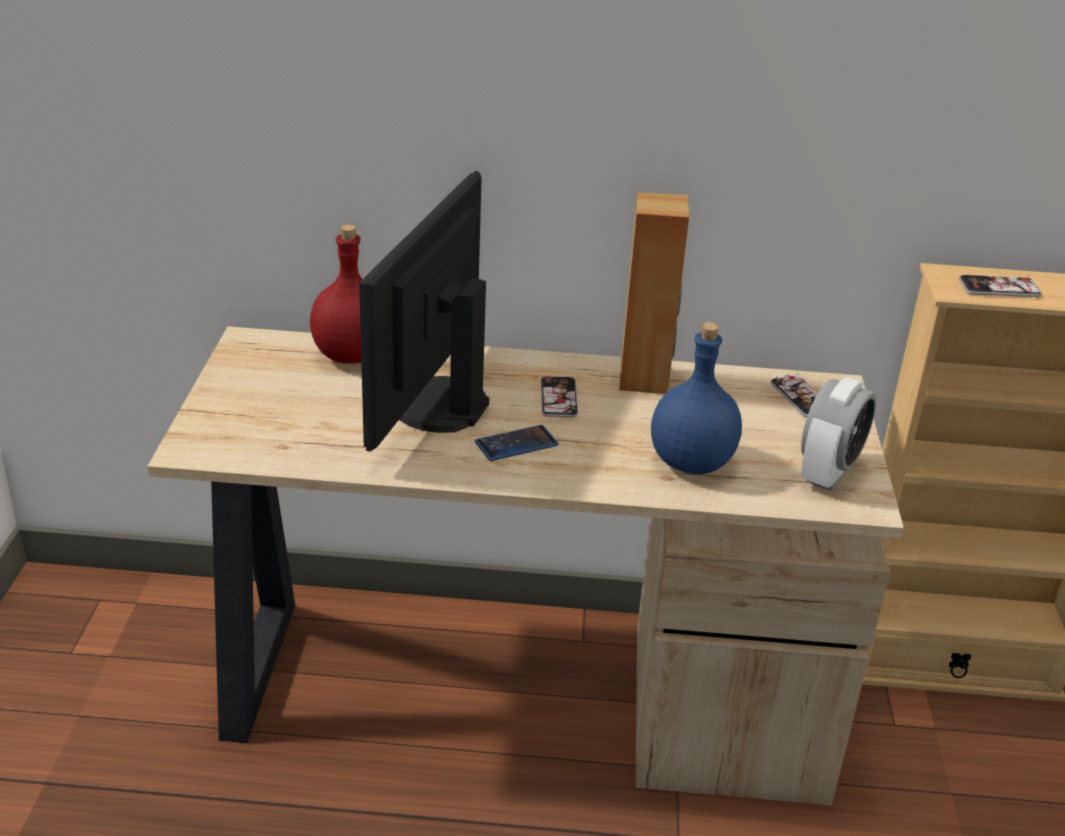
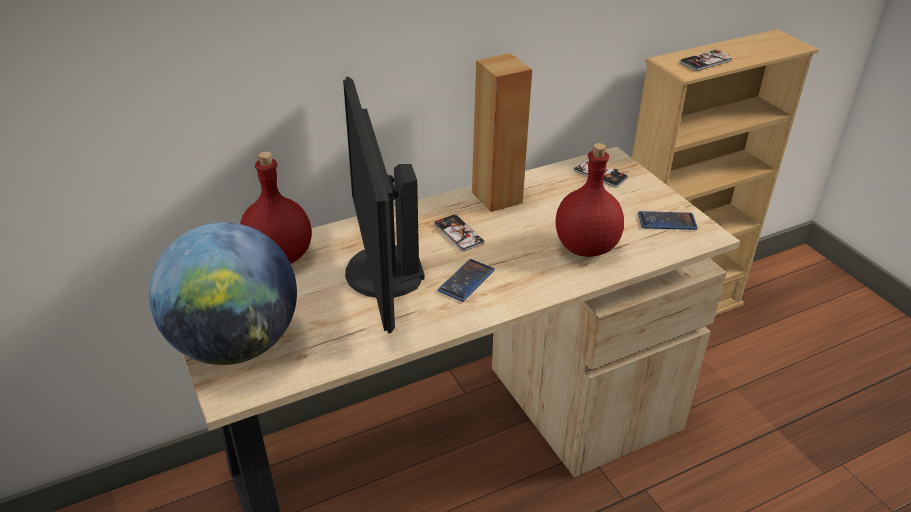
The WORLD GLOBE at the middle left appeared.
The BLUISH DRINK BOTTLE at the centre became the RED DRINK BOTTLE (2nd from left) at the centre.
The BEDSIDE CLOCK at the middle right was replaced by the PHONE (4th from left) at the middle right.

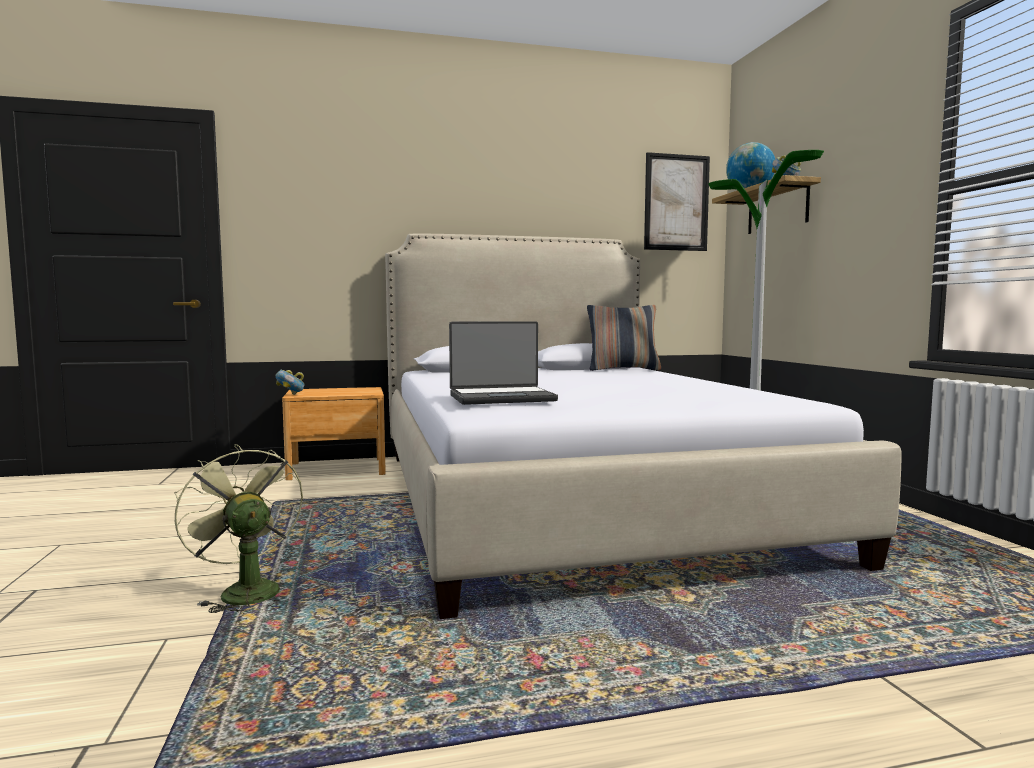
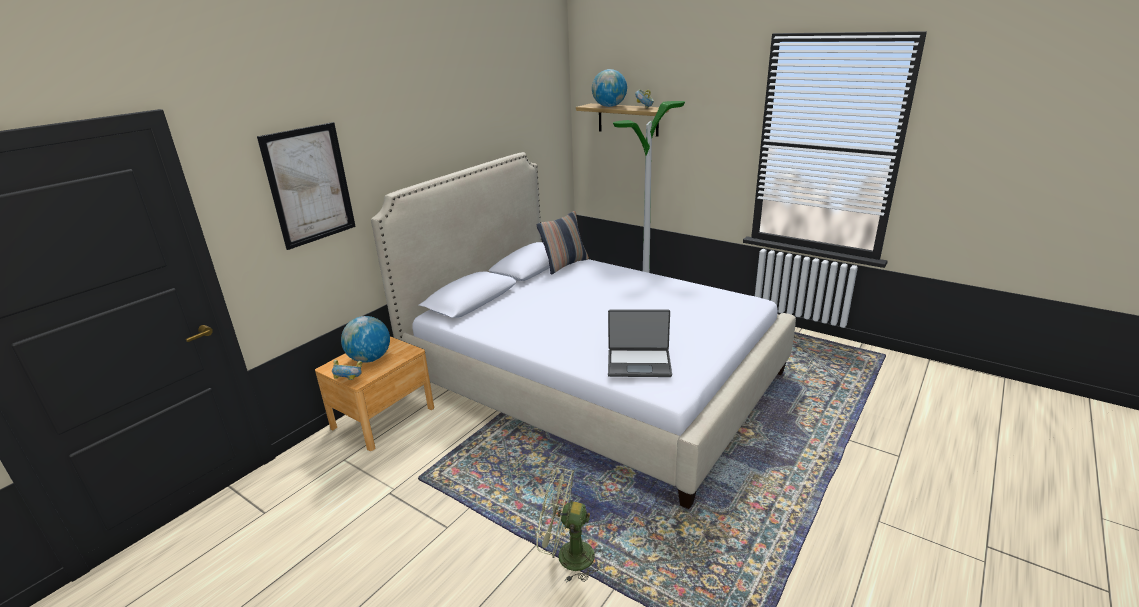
The PICTURE moved from the top centre to the top left.
The WORLD GLOBE (1st from left) at the middle left appeared.
The PORTABLE COMPUTER at the centre turned 60 degrees clockwise.

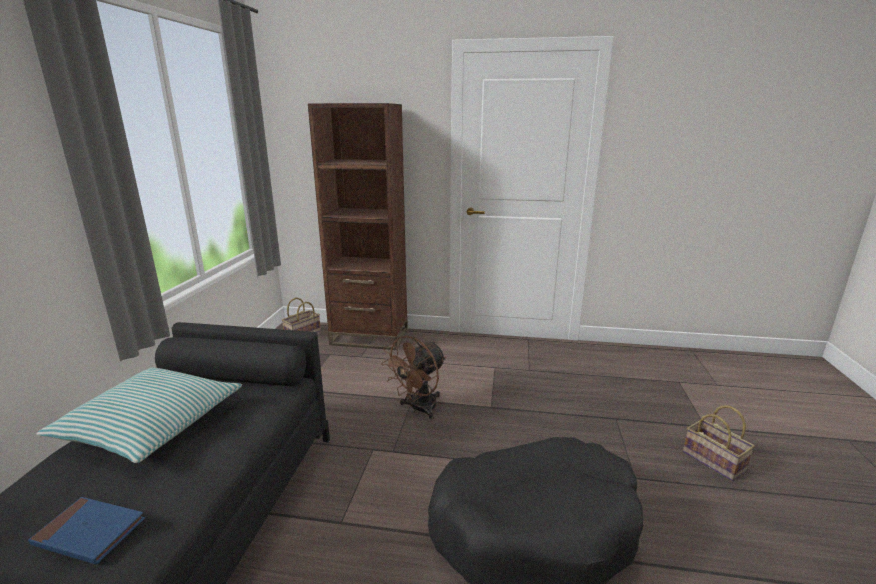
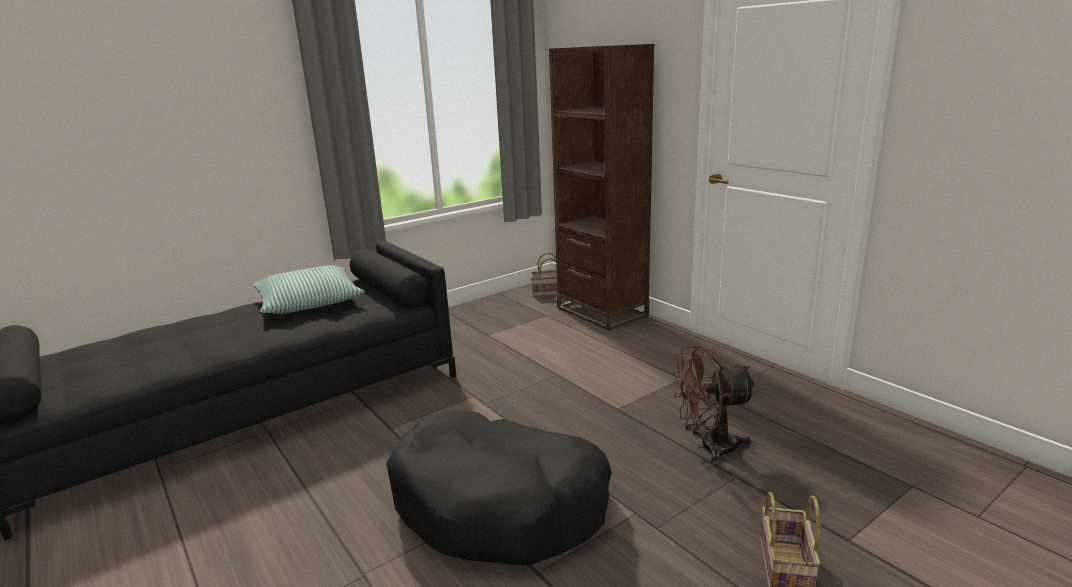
The BROWN-COLOURED COOLING FAN moved from the centre to the bottom centre.
The BLUISH BOUND BOOK at the bottom left disappeared.

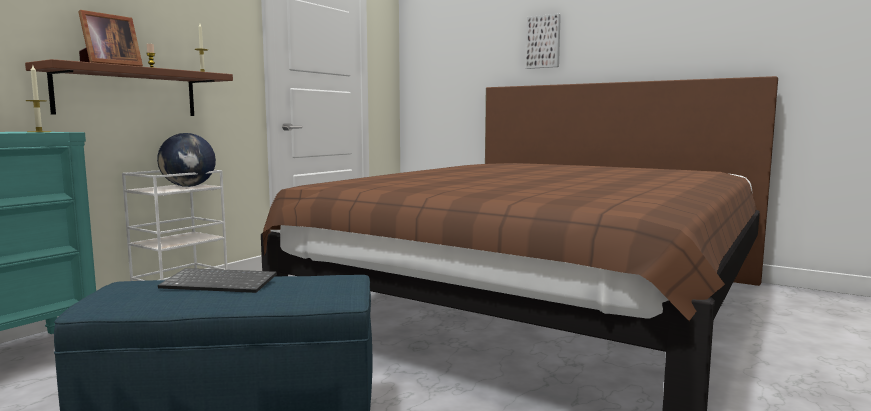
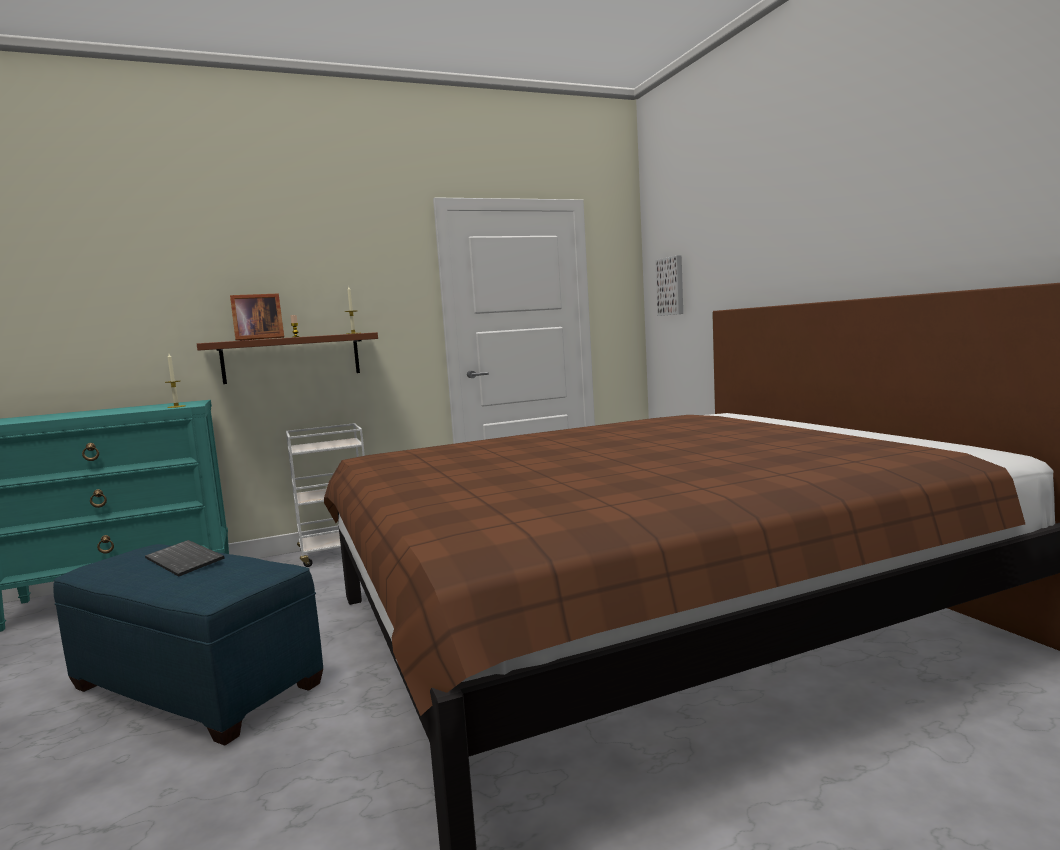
The PICTURE moved from the top centre to the centre.
The WORLD GLOBE at the middle left disappeared.

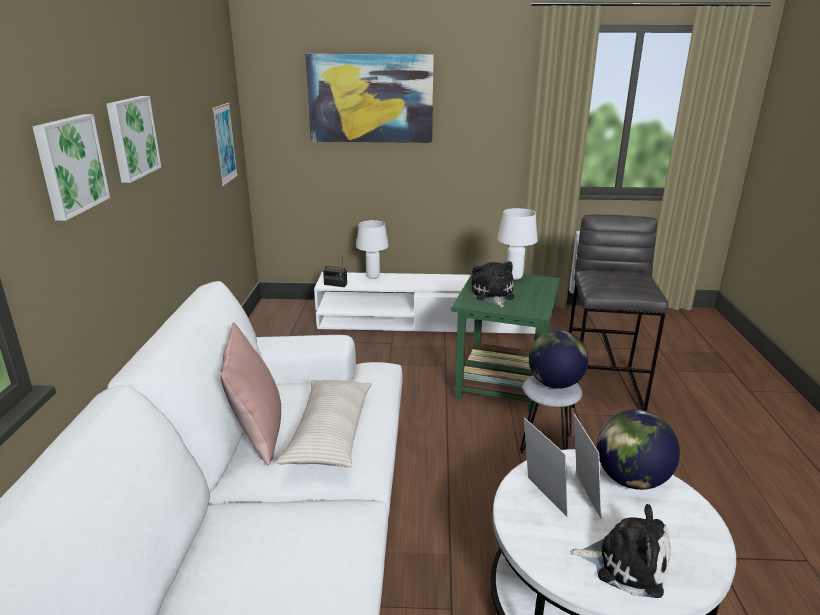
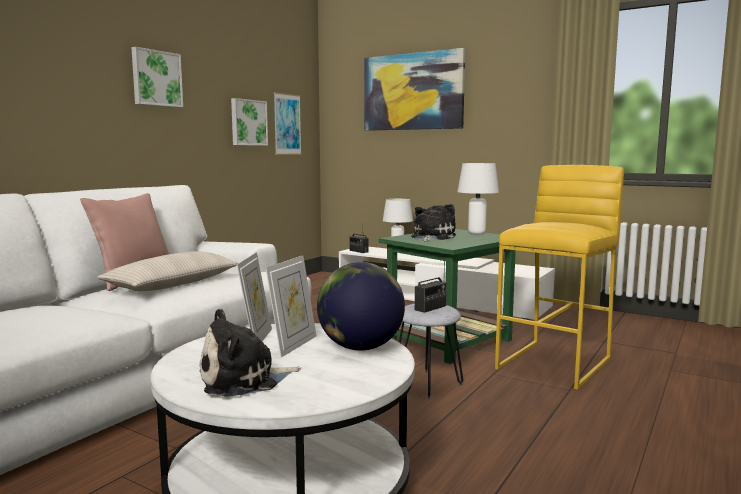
The CUDDLY TOY (2nd from left in the first image) at the bottom right turned 105 degrees clockwise.
The PICTURE (1st from left in the first image) moved from the top left to the top centre.
The WORLD GLOBE (1st from left) at the middle right was replaced by the RADIO SET (2nd from left) at the centre.
The GRAY STOOL (2nd from left) at the middle right became the YELLOW STOOL at the middle right.

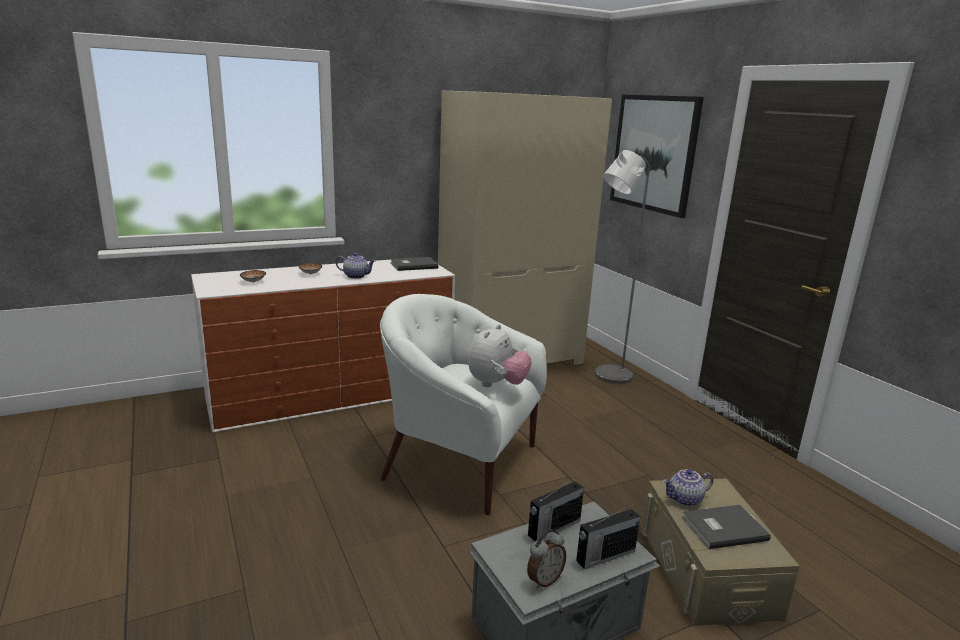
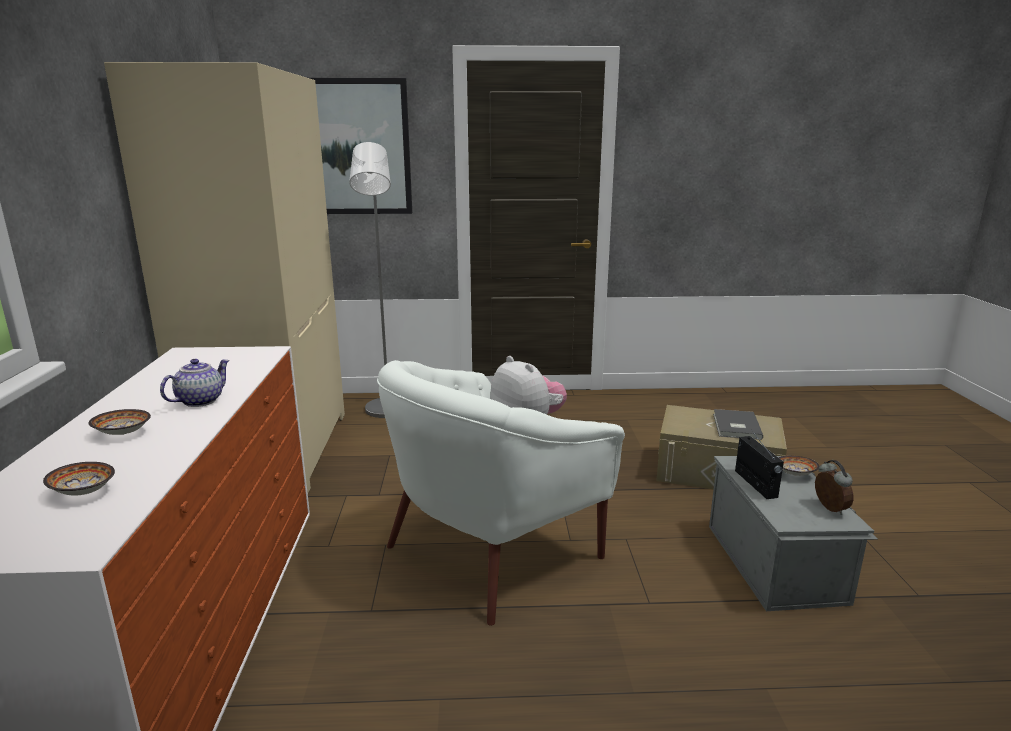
The RADIO SET (2nd from left) at the bottom centre was replaced by the DEEP DISH (3rd from left) at the middle right.
The GRAY BOUND BOOK (1st from left) at the centre disappeared.
The POT FOR TEA (2nd from left) at the bottom right disappeared.

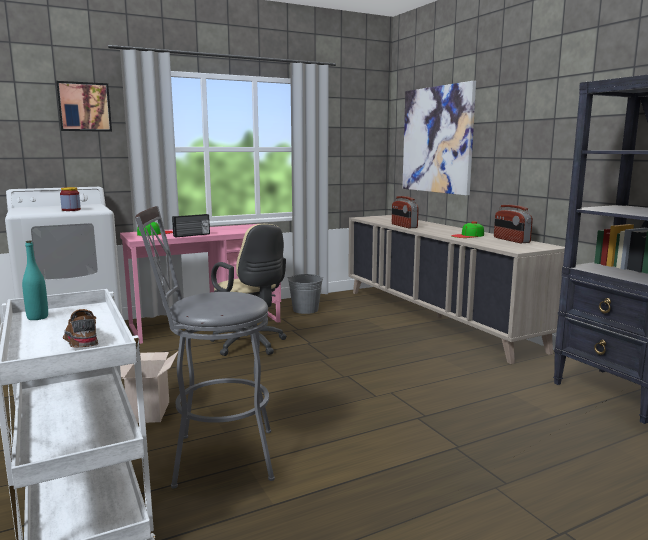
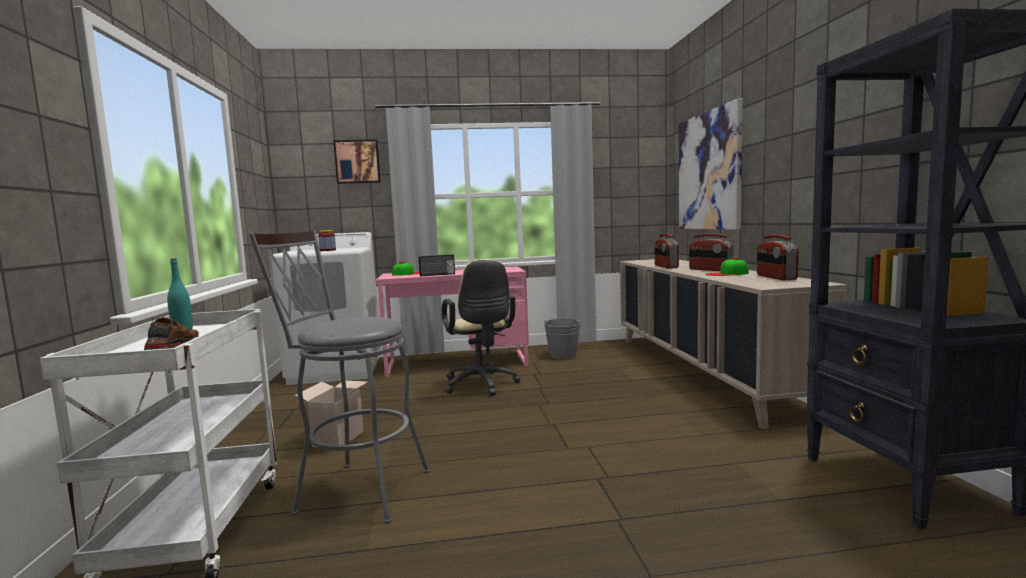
The RADIO SET (3rd from left) at the middle right appeared.

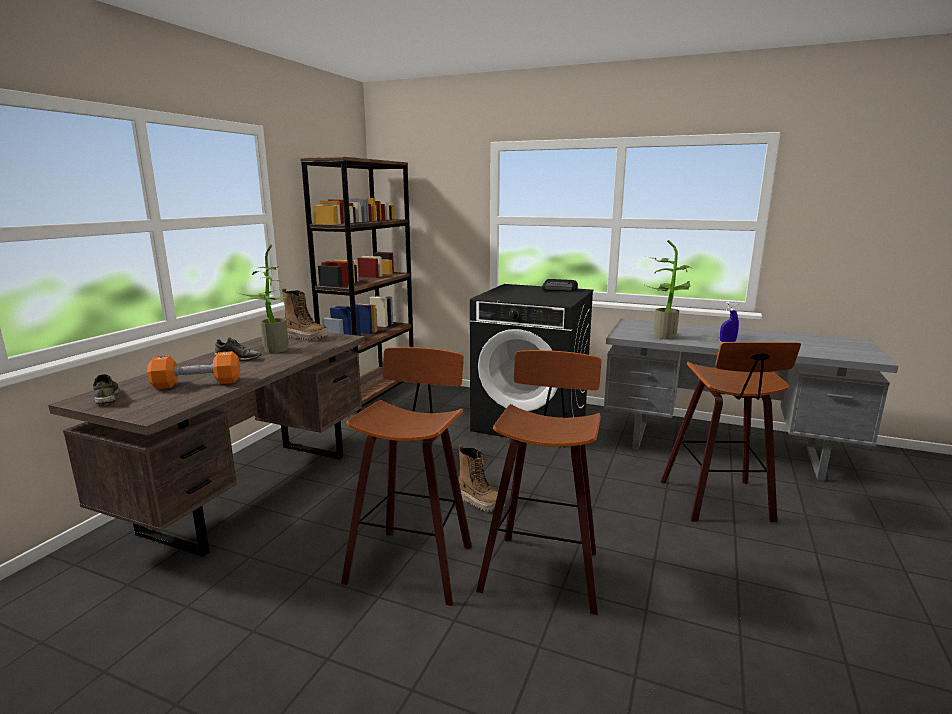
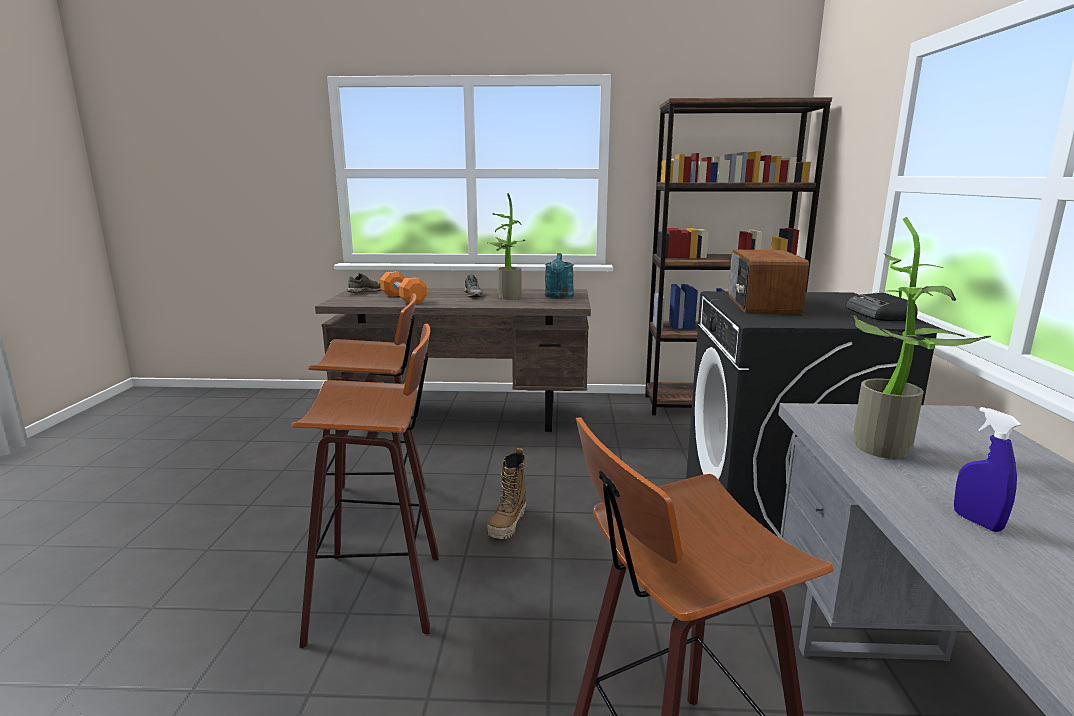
The HIGH-TOP BOOT (1st from left) at the middle left was replaced by the TURQUOISE WATERING POT at the centre.
The RADIO SET (1st from left) at the middle right appeared.

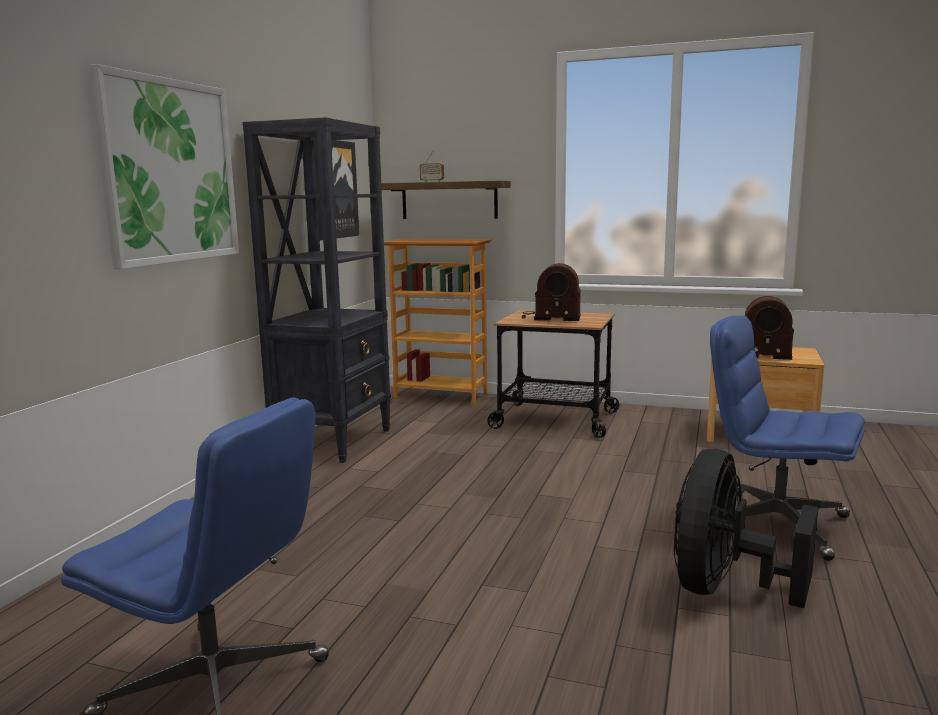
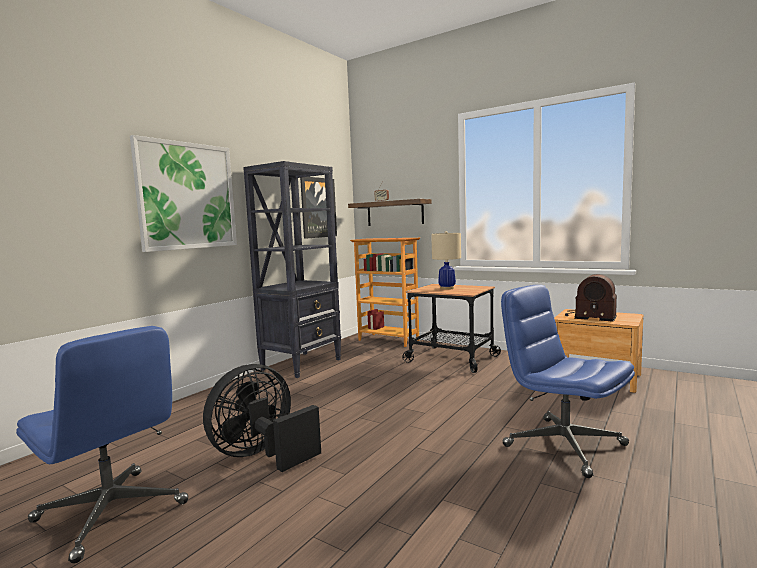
The BLACKISH COOLING FAN moved from the bottom right to the bottom centre.
The RADIO SET (2nd from left) at the centre was replaced by the SAND-COLOURED LAMP FOR A TABLE at the centre.

